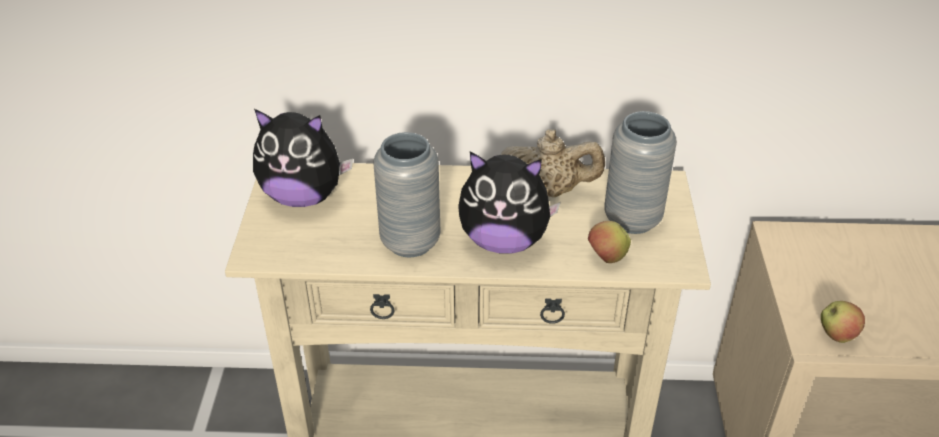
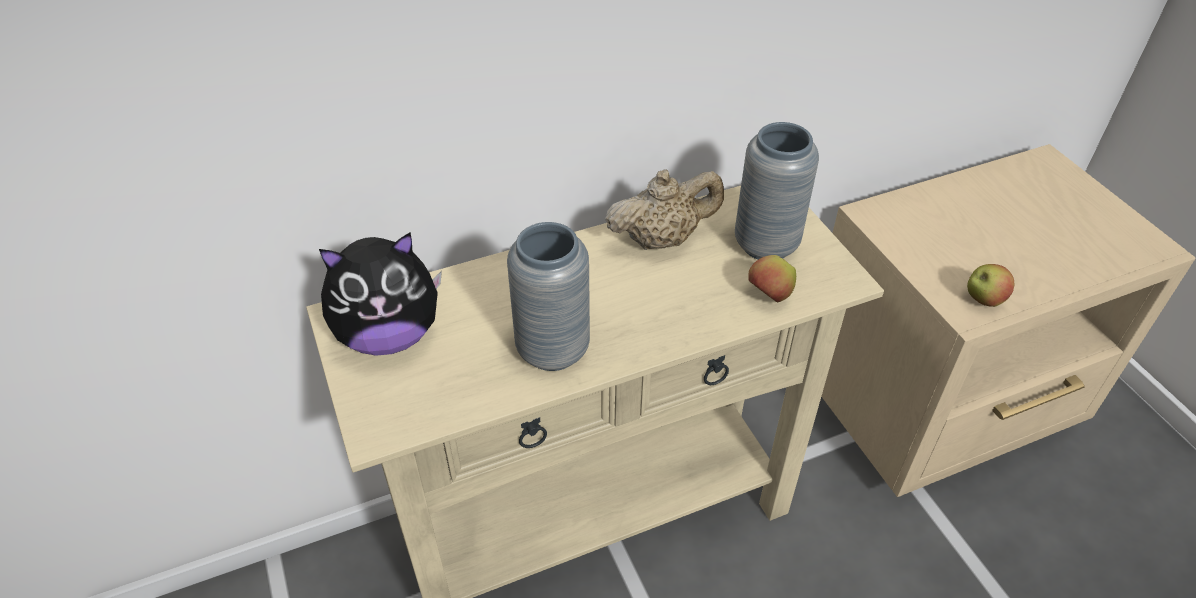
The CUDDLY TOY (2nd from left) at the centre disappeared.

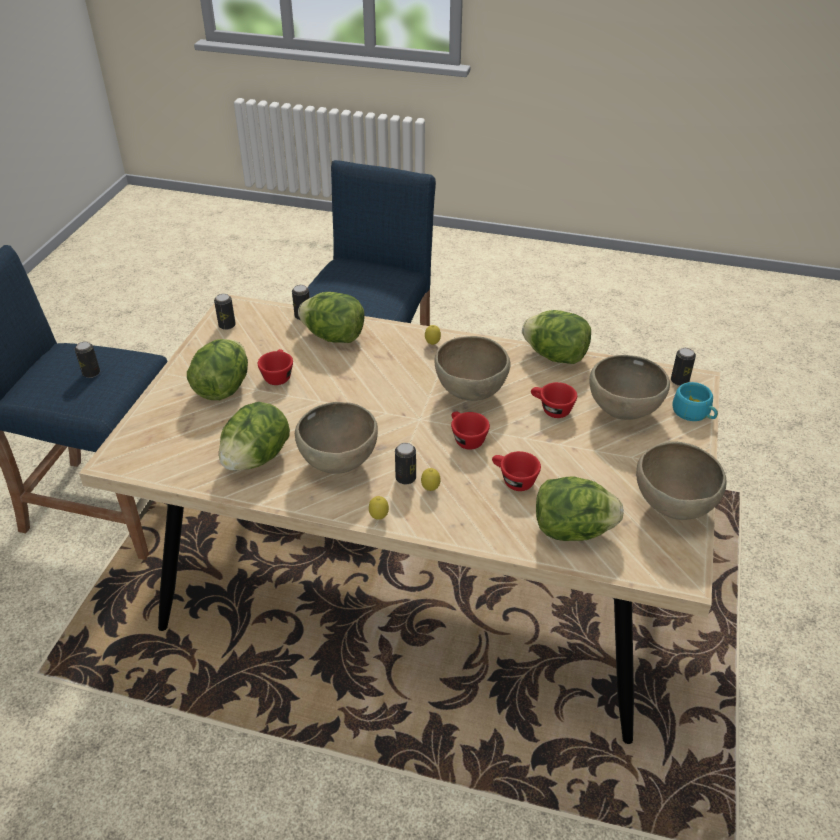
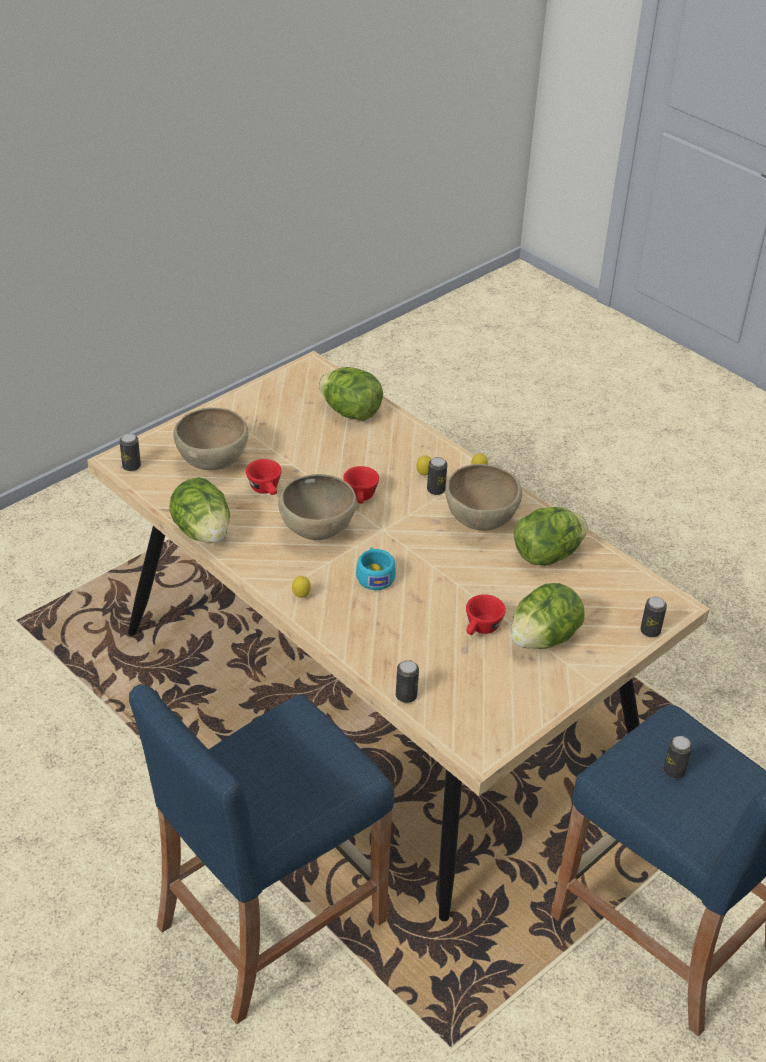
The TURQUOISE DRINKING CUP moved from the middle right to the centre.
The METAL CAN (2nd from left in the first image) moved from the middle left to the middle right.
The LETTUCE HEAD (3rd from left) at the centre disappeared.
The RED DRINKING CUP (3rd from left) at the centre disappeared.
The BROWN-COLOURED DEEP DISH (4th from left) at the middle right disappeared.

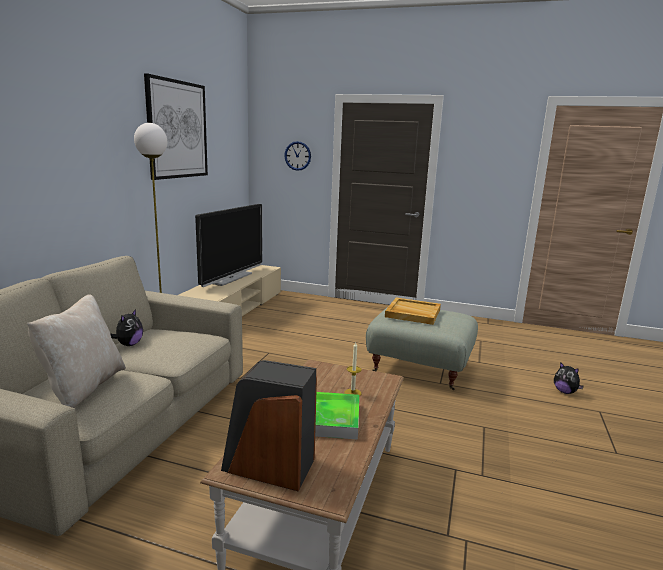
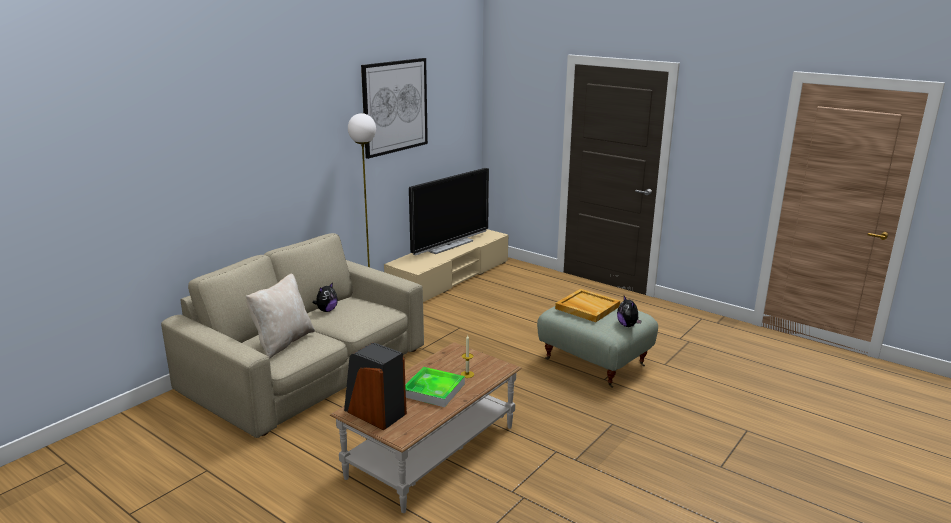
The CUDDLY TOY (2nd from left) moved from the middle right to the centre.
The HANGING CLOCK at the top centre disappeared.

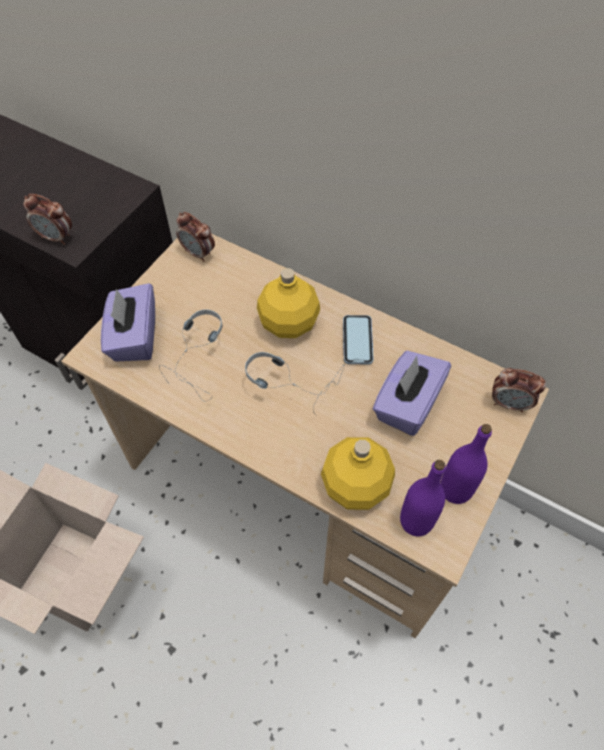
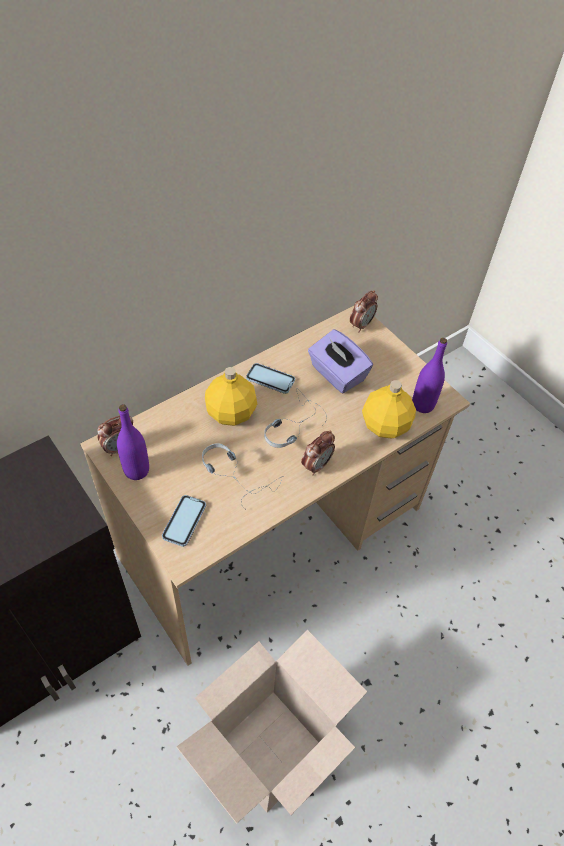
The PURPLISH DRINK BOTTLE (2nd from left in the first image) moved from the middle right to the middle left.
The PURPLISH TISSUE BOX (1st from left) at the middle left was replaced by the PHONE (1st from left) at the middle left.
The BEDSIDE CLOCK (1st from left in the first image) moved from the top left to the centre.

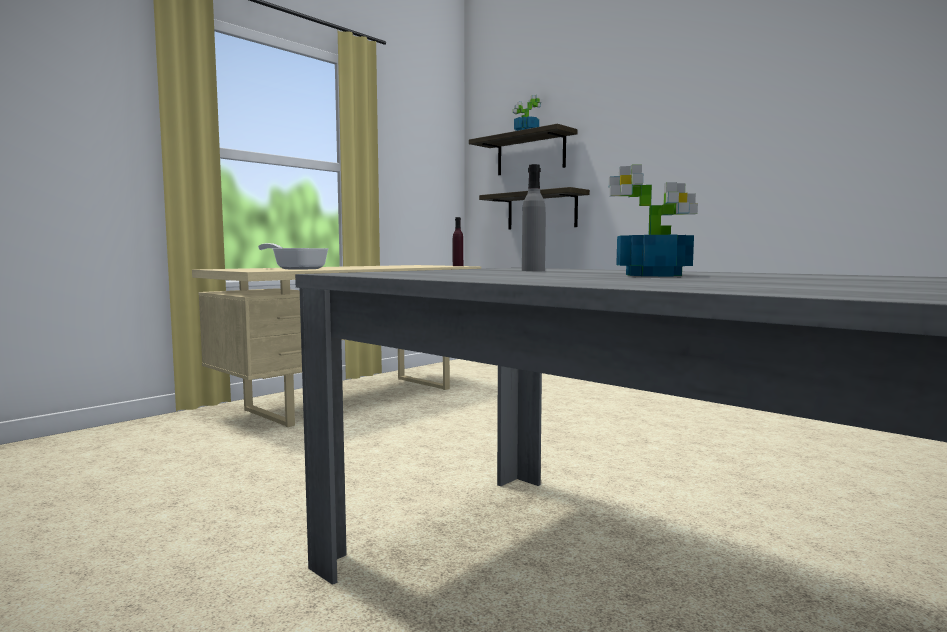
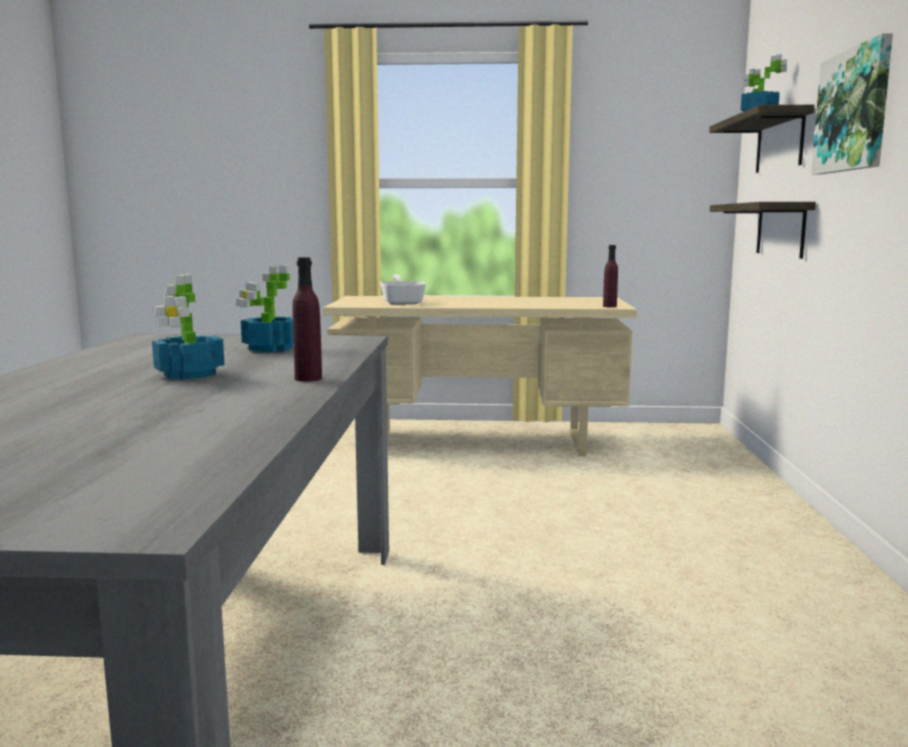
The GRAY DRINK BOTTLE at the centre was replaced by the POTTED PLANT (2nd from left) at the middle left.
The PURPLISH DRINK BOTTLE (1st from left) at the centre appeared.
The PICTURE at the top right appeared.

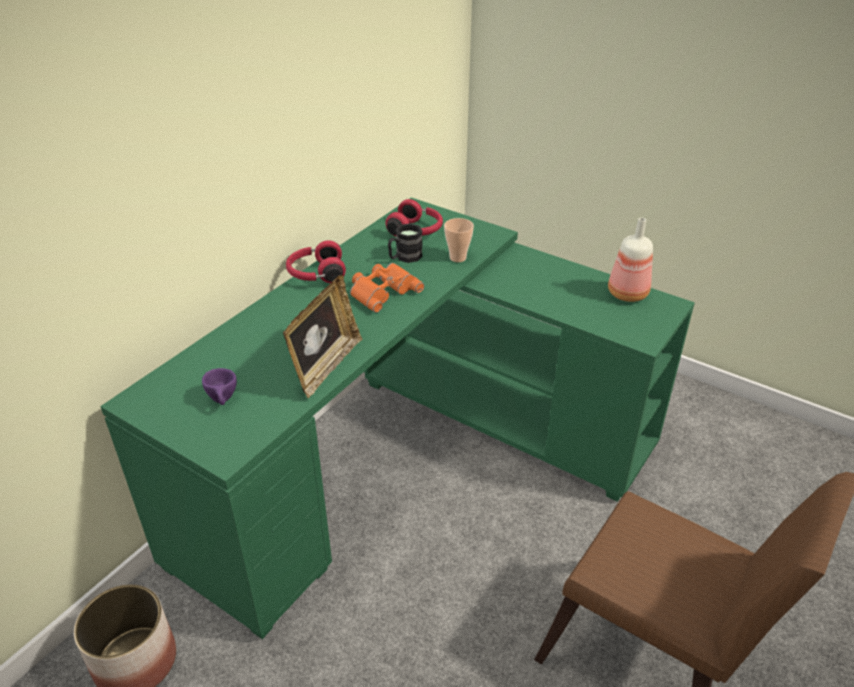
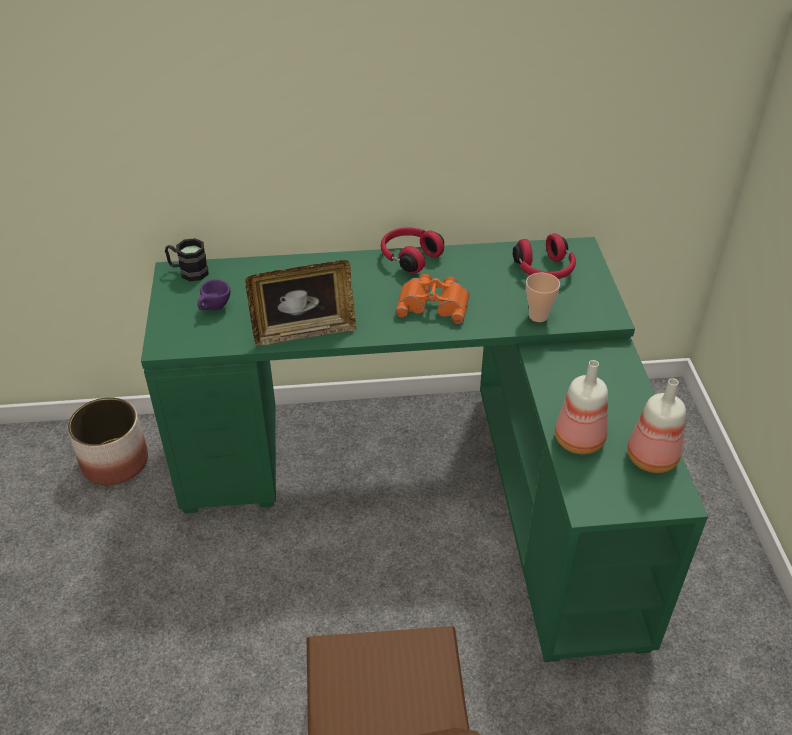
The BLACKISH MUG moved from the centre to the middle left.
The DRINK BOTTLE (1st from left) at the middle right appeared.

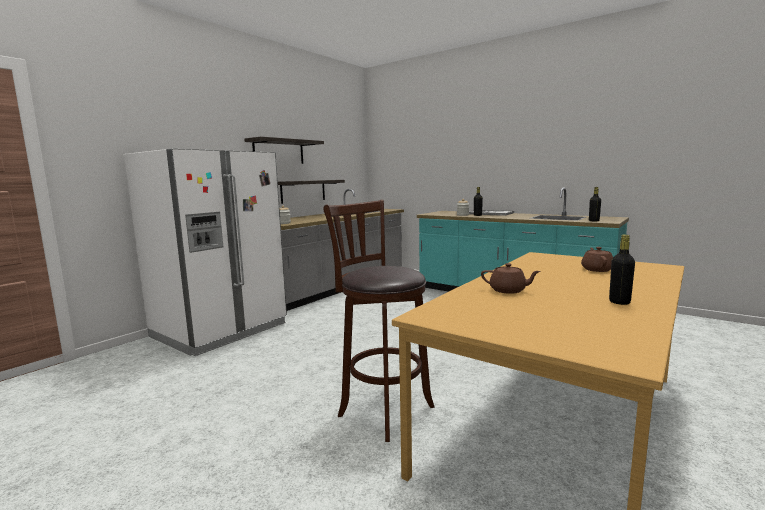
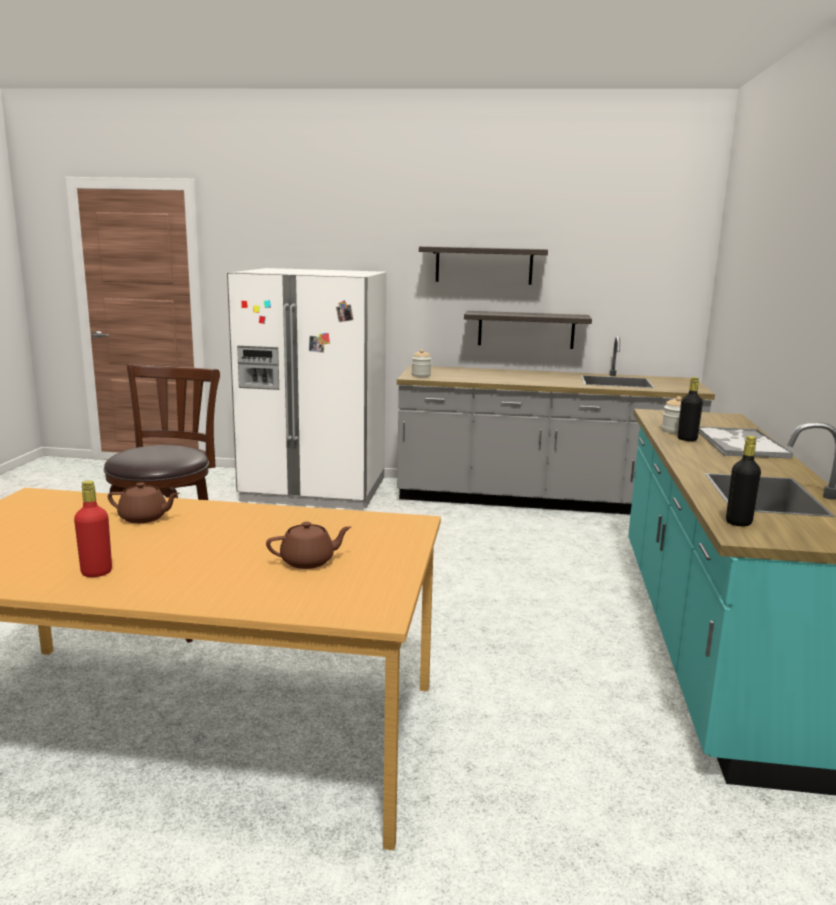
The BLACKISH DRINK BOTTLE (3rd from left) at the middle right became the RED DRINK BOTTLE at the middle left.
The BROWN-COLOURED POT FOR TEA (1st from left) at the middle right turned 75 degrees counterclockwise.

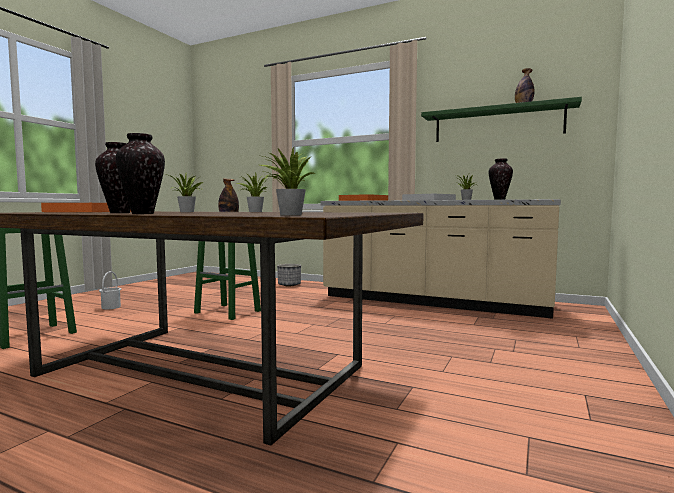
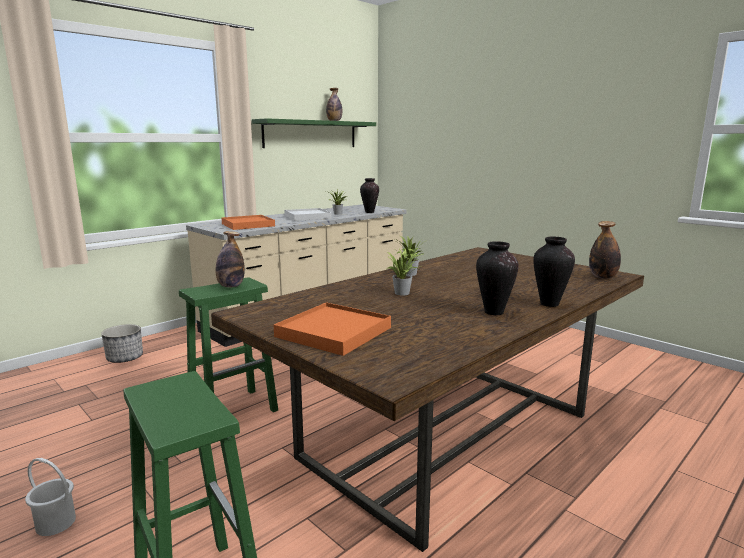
The POTTED PLANT (3rd from left) at the centre was replaced by the DRINK BOTTLE (3rd from left) at the middle right.

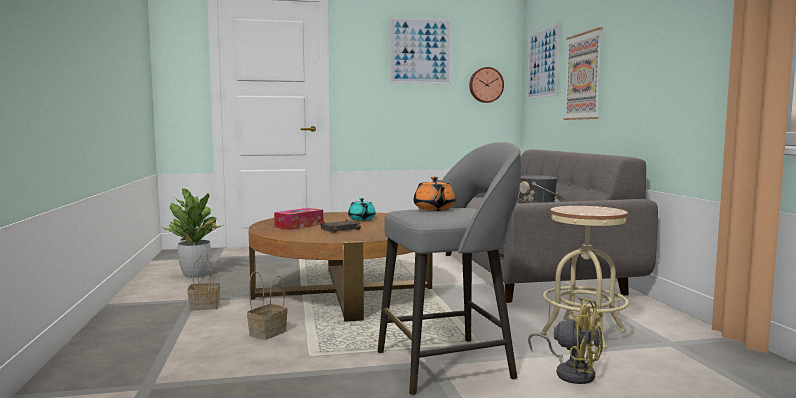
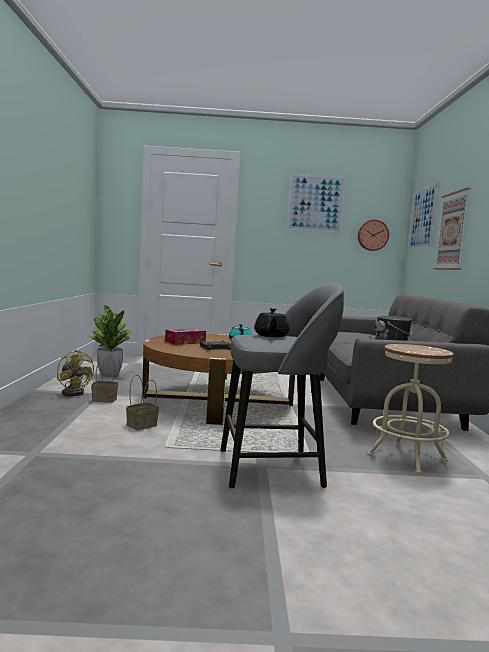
The YELLOW COOLING FAN moved from the bottom right to the middle left.
The ORANGE POT FOR TEA at the centre became the BLACKISH POT FOR TEA at the centre.

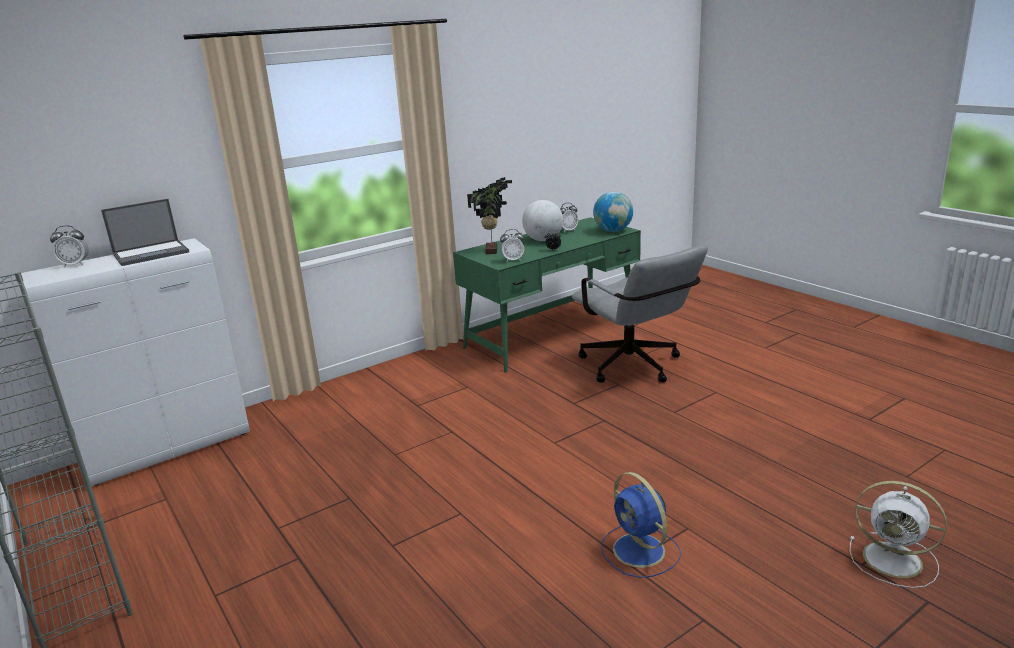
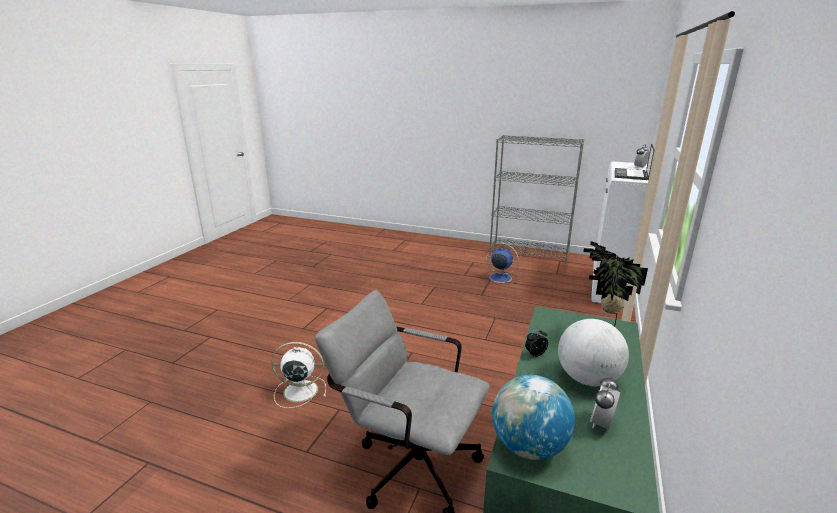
The WHITISH COOLING FAN moved from the bottom right to the bottom centre.
The BLUISH COOLING FAN moved from the bottom centre to the centre.
The BEDSIDE CLOCK (2nd from left) at the centre disappeared.

